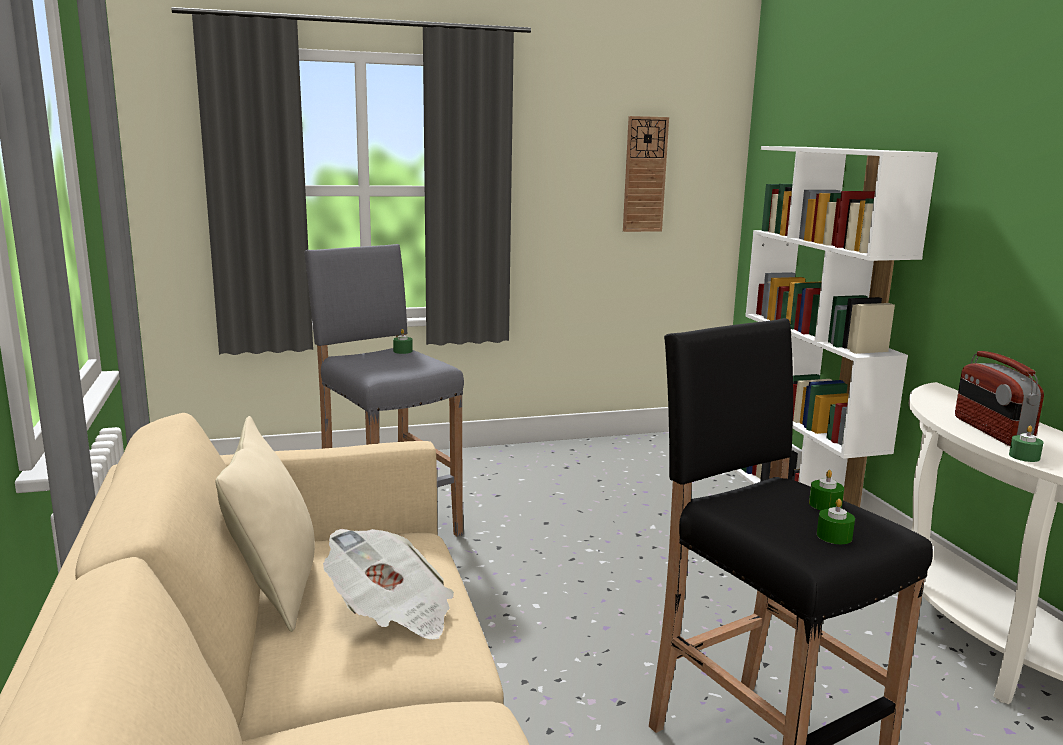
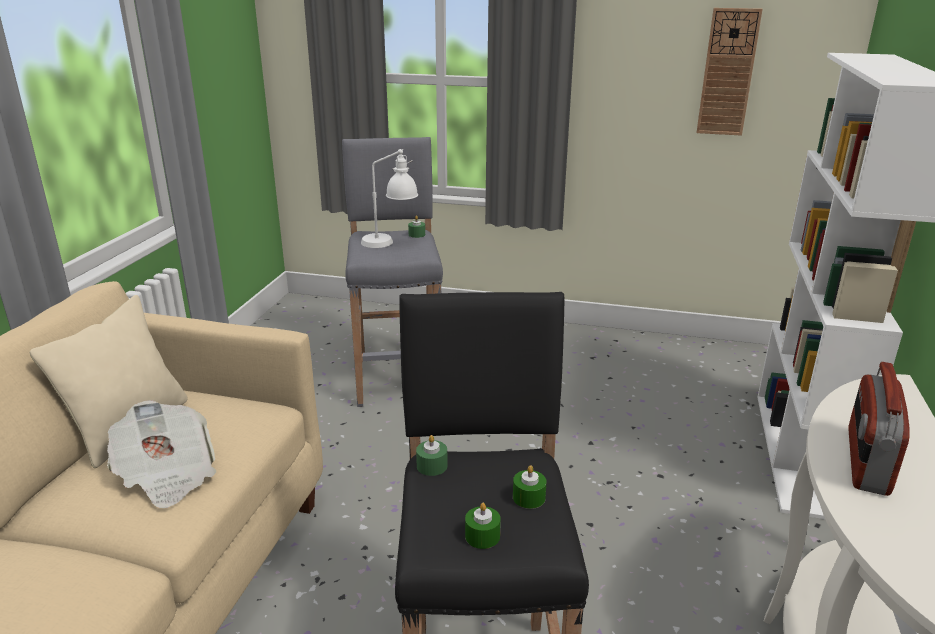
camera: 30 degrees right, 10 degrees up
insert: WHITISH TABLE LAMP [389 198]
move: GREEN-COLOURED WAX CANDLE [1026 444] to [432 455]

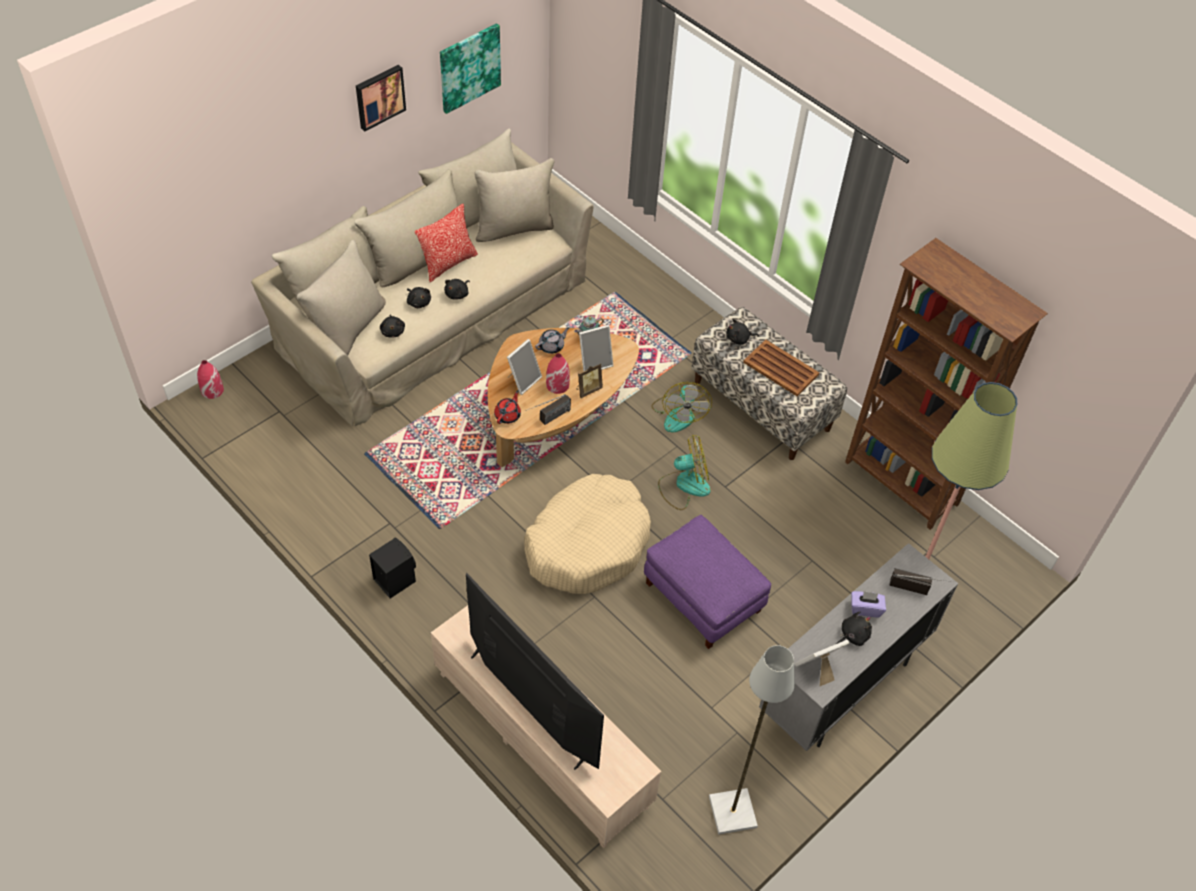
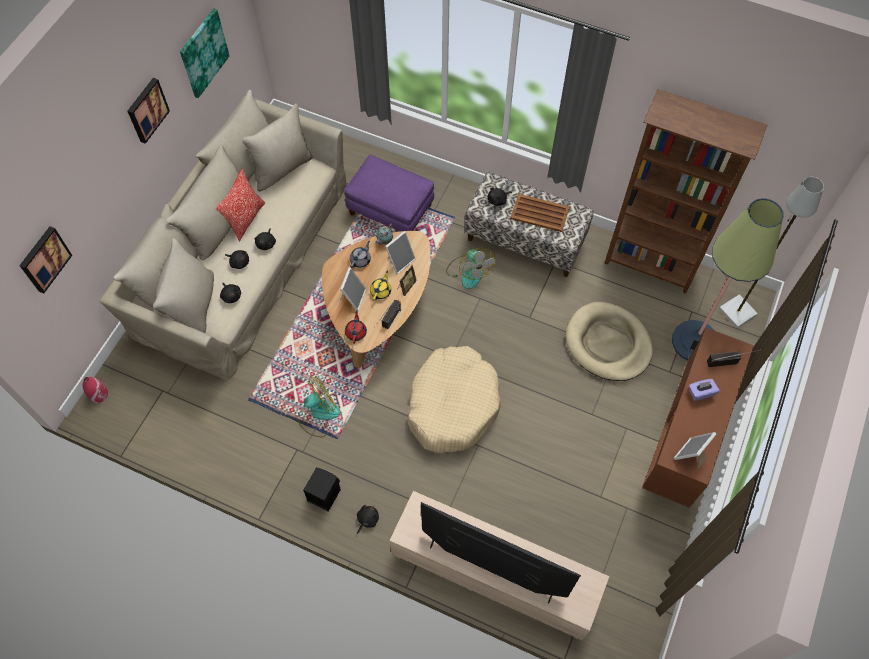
camera: 20 degrees left, 10 degrees up
insert: WALL PICTURE [45 260]; SAND-COLOURED DOG BED [609 341]
move: PURPLE-COLOURED FOOTREST [707 582] to [389 193]; COOLING FAN [684 472] to [319 406]; GRAY STANDING LAMP [752 740] to [771 252]; BLACK CUDDLY TOY [854 629] to [368 519]
replace: RED-COLOURED VASE [558 373] to YELLOW TEAPOT [380 285]
recolor: GRAY STORAGE CABINET [859 647] to BROWN STORAGE CABINET [698 418]

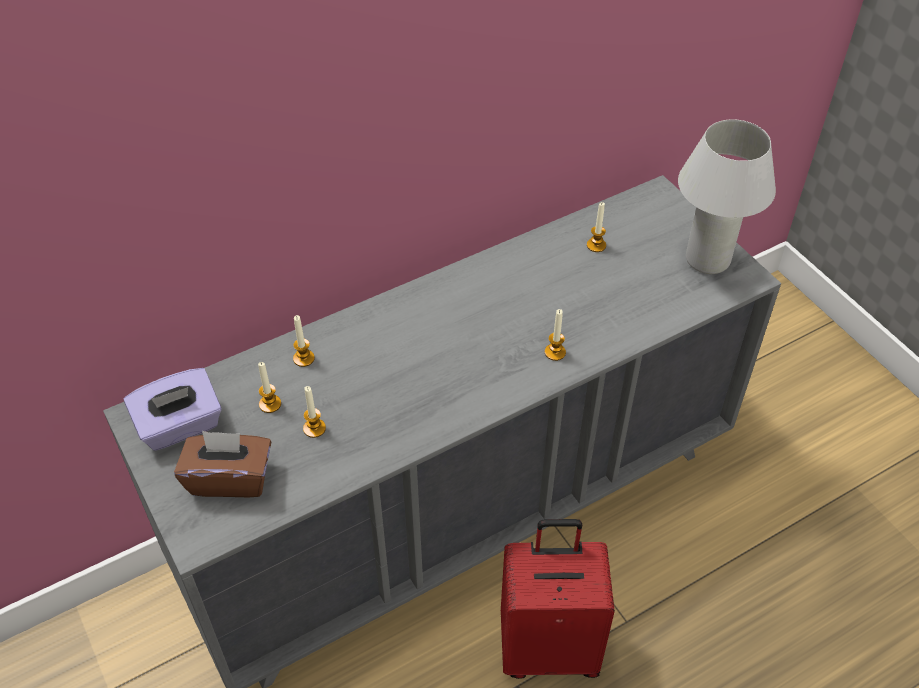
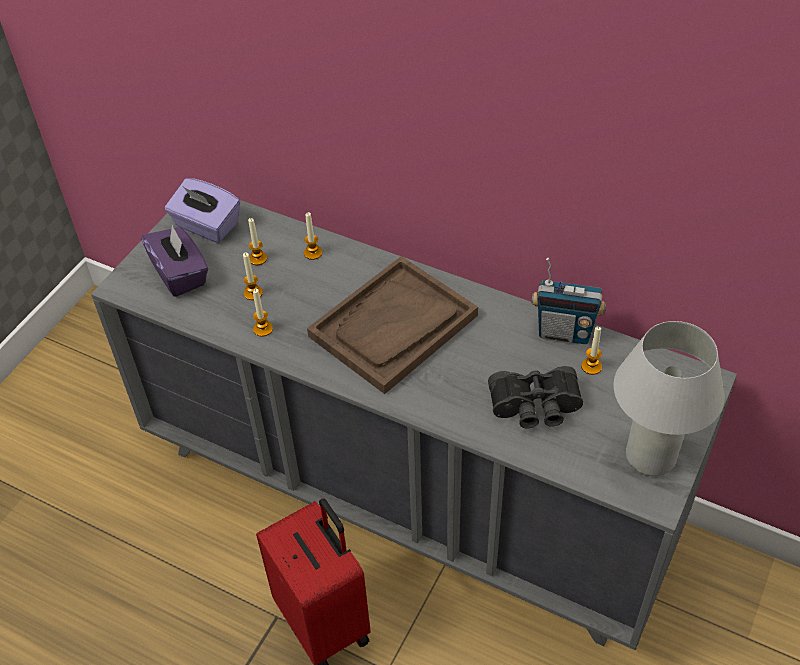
camera: 60 degrees right, 0 degrees up
insert: BROWN CARRYING TRAY [392 325]; BLACK PAIR OF BINOCULARS [535 397]; RADIO [568 301]
move: WAX CANDLE [555 335] to [263 313]
recolor: BROWN BOX OF TISSUES [222 464] to PURPLE-COLOURED BOX OF TISSUES [174 260]

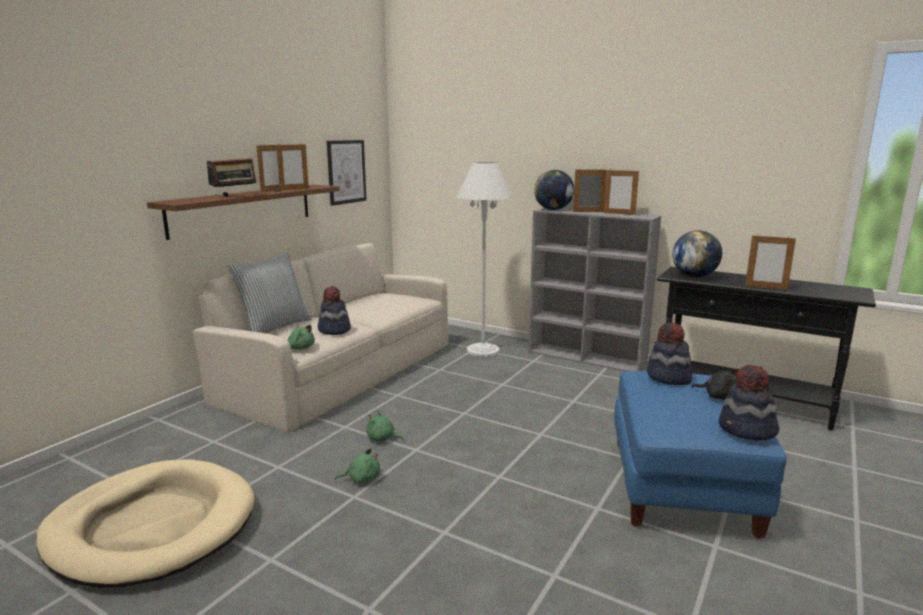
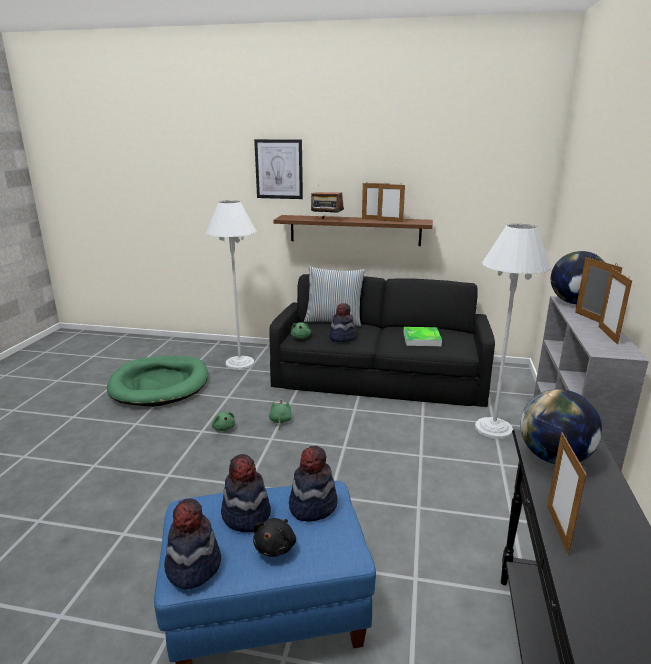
camera: 70 degrees right, 5 degrees up
insert: WHITISH STANDING LAMP [231 285]; WEARABLE HAT [246 493]; CARRYING TRAY [422 336]
move: WALL PICTURE [347 173] to [278 169]
recolor: SAND-COLOURED DOG BED [145 523] to GREEN-COLOURED DOG BED [157 381]; SAND-COLOURED COUCH [320 337] to BLACK COUCH [382 340]

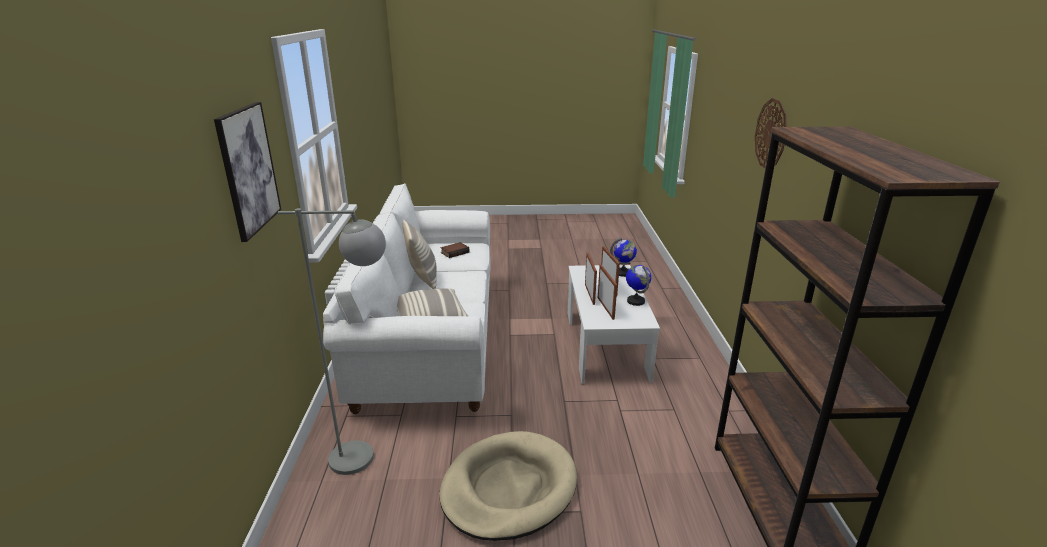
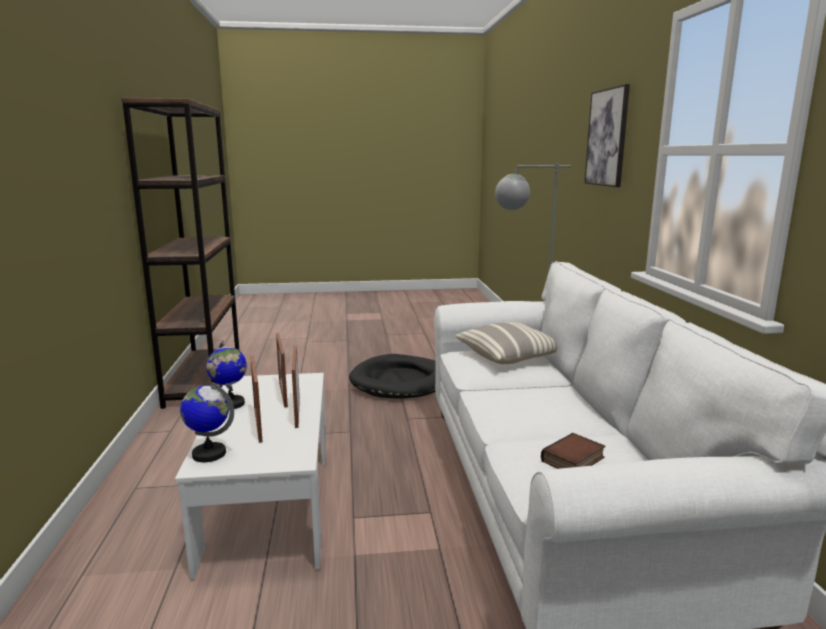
camera: 175 degrees right, 10 degrees down
delete: PILLOW [420 254]; HANGING CLOCK [771 133]
recolor: SAND-COLOURED DOG BED [508 486] to BLACK DOG BED [392 376]

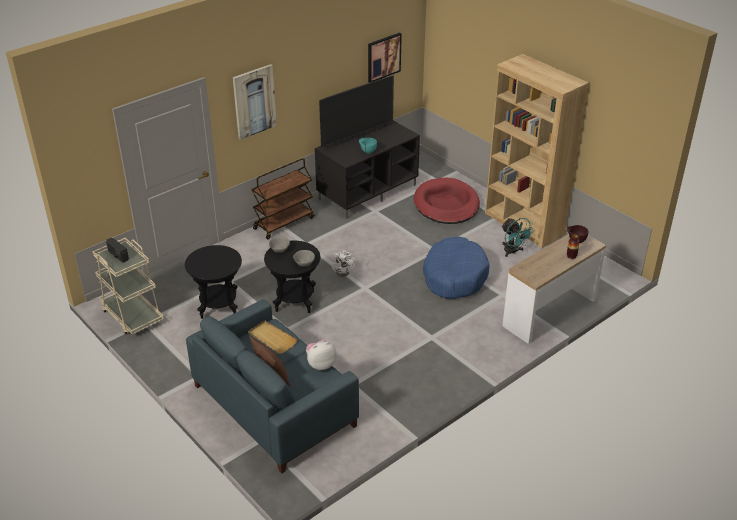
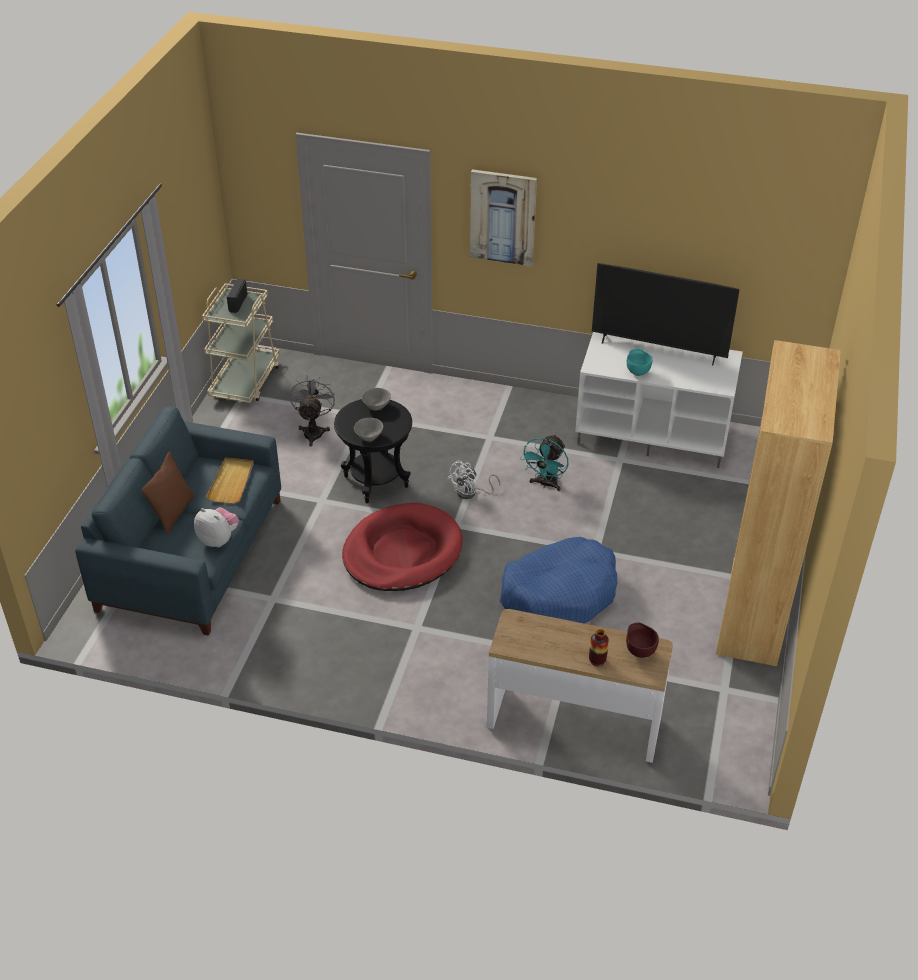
camera: 55 degrees right, 5 degrees up
delete: BROWN TROLLEY [283 199]; WALL PICTURE [385 57]
move: RED-COLOURED DOG BED [447 200] to [402 547]; TURQUOISE COOLING FAN [518 237] to [544 462]
replace: BLACK ACCENT TABLE [213 282] to GRAY COOLING FAN [313 410]
recolor: BLACK TV STAND [367 169] to WHITISH TV STAND [659 400]

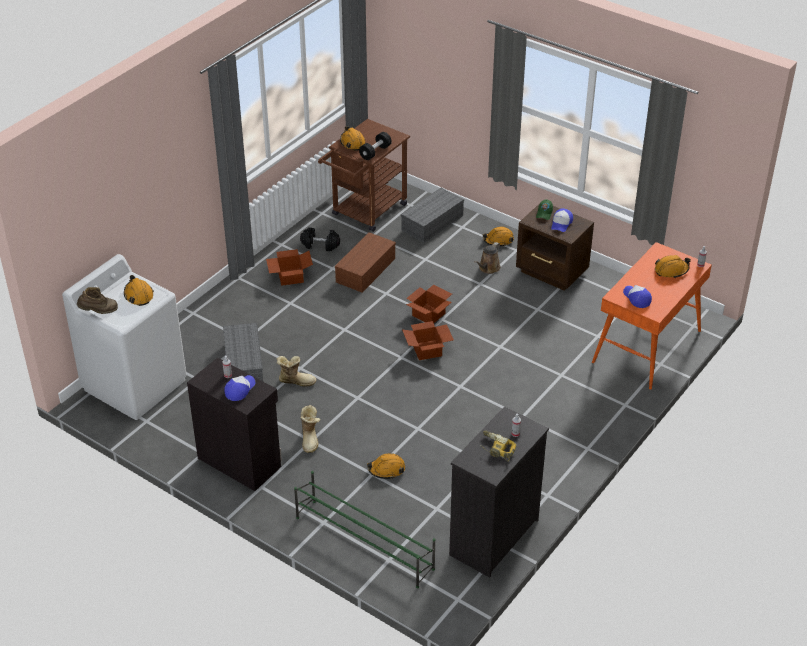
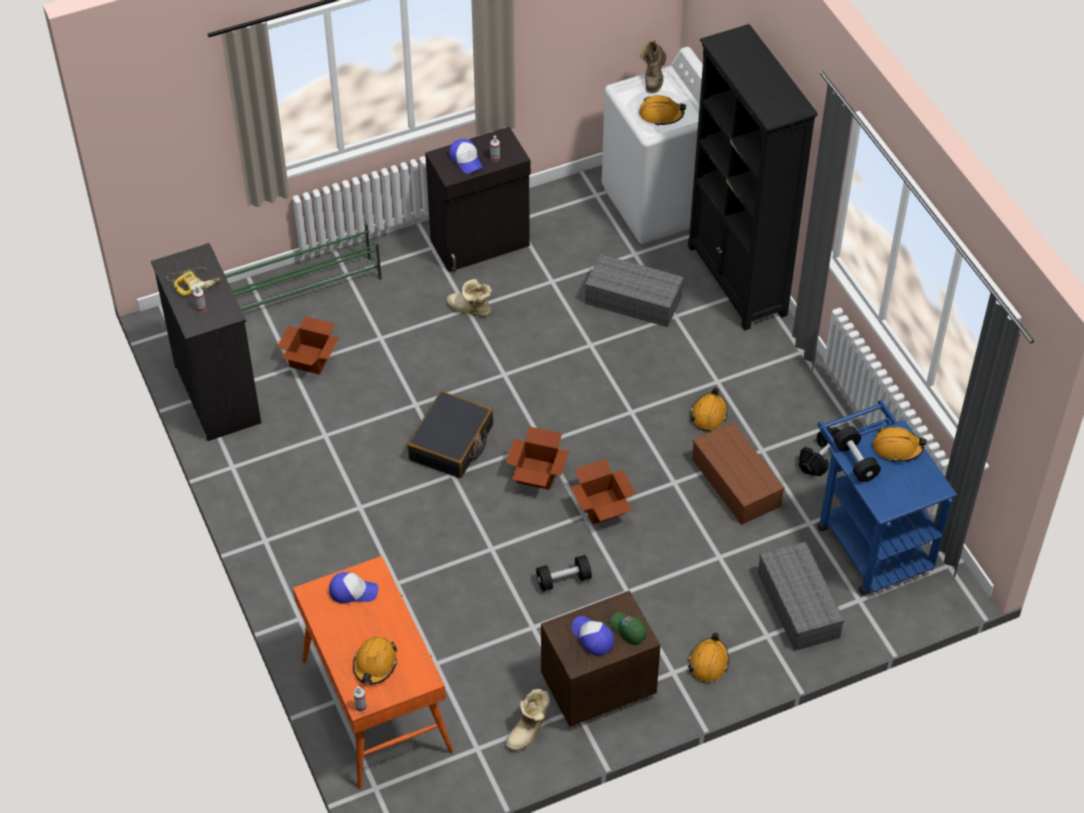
camera: 120 degrees right, 10 degrees up
delete: BROWN WATERING CAN [487 258]
insert: BLACK TRAVEL CASE [450 434]; BLACK HAND WEIGHT [564 573]; BLACK SHELVING UNIT [753 177]
move: CARTON [289 267] to [308 345]; TALL BOOT [296 371] to [527 720]; ORANGE SAFETY HELMET [386 466] to [708 409]
recolor: BROWN TROLLEY [364 175] to BLUE TROLLEY [887 497]

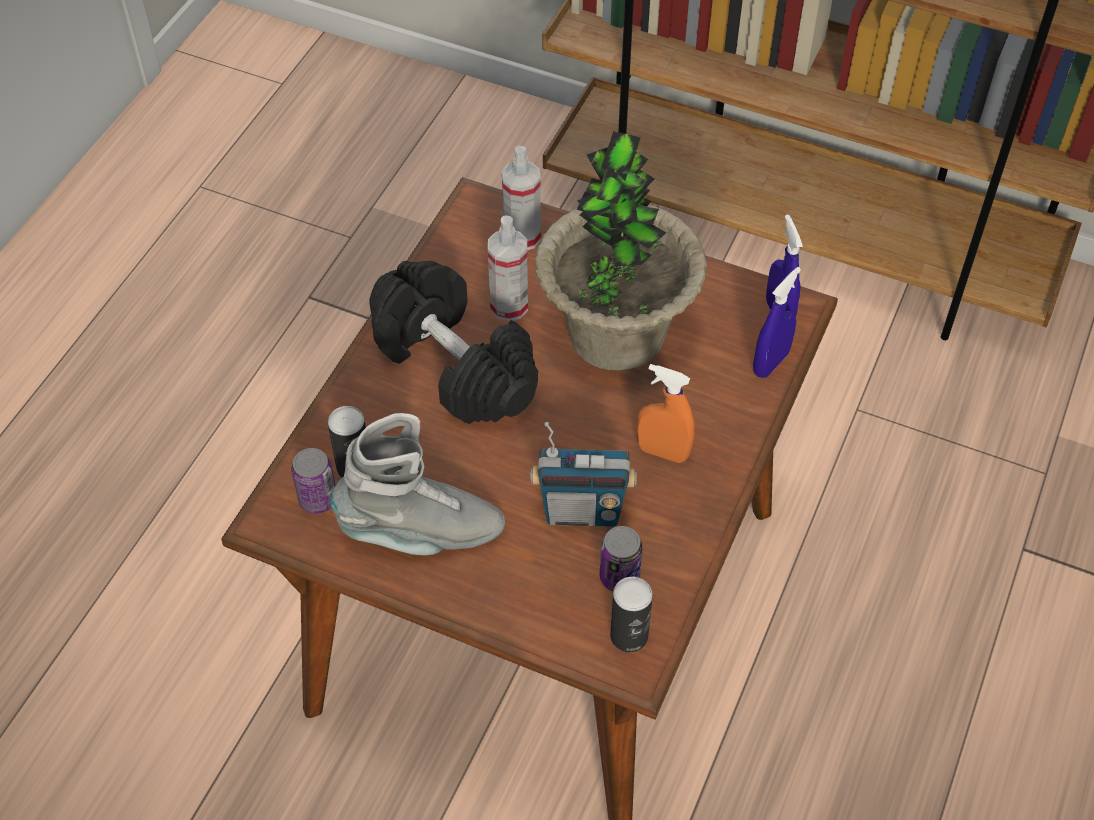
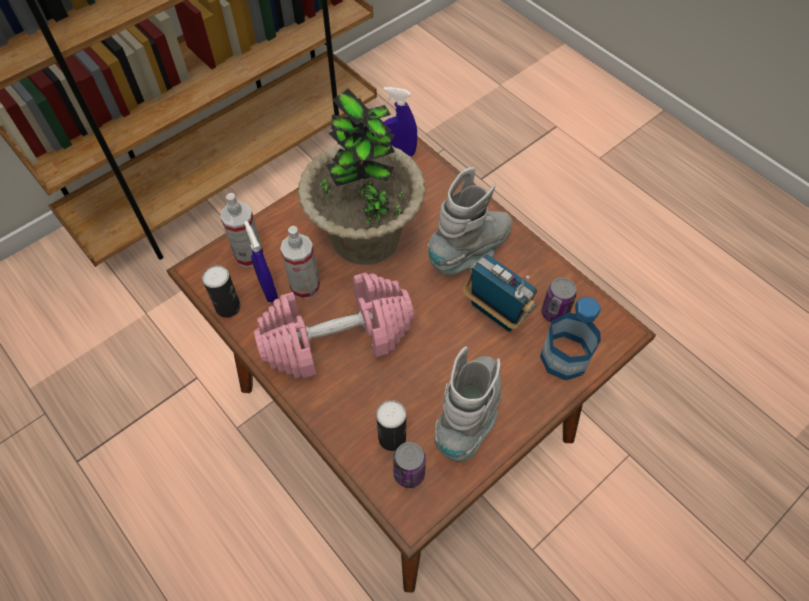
camera: 65 degrees left, 5 degrees up
insert: DRINK BOTTLE [570 339]
move: SEALED CAN [631 614] to [221 291]; BLUE HAND SPRAYER [777 322] to [261 261]
replace: ORANGE HAND SPRAYER [666 413] to GRAY TALL BOOT [470 220]
recolor: BLACK HAND WEIGHT [453 342] to PINK-COLOURED HAND WEIGHT [334 325]
rotate: RADIO [583 474] = [500 293] 75 degrees counterclockwise

